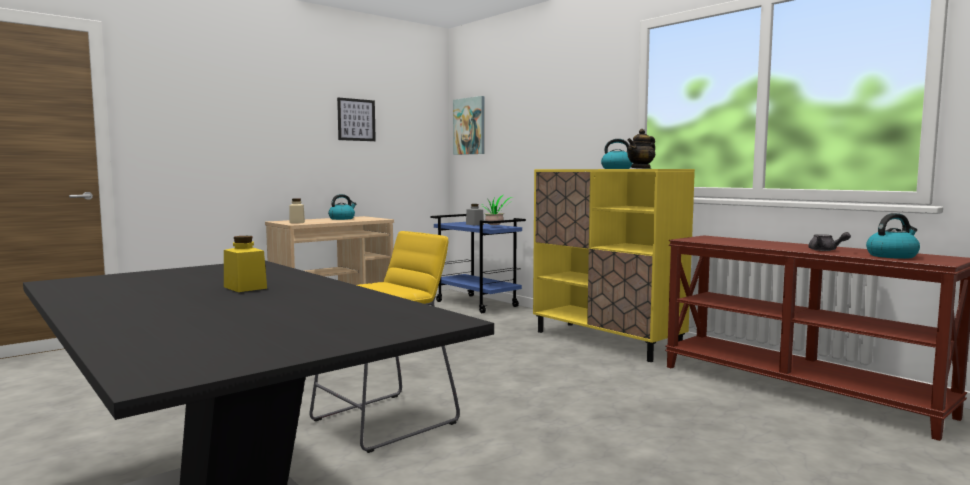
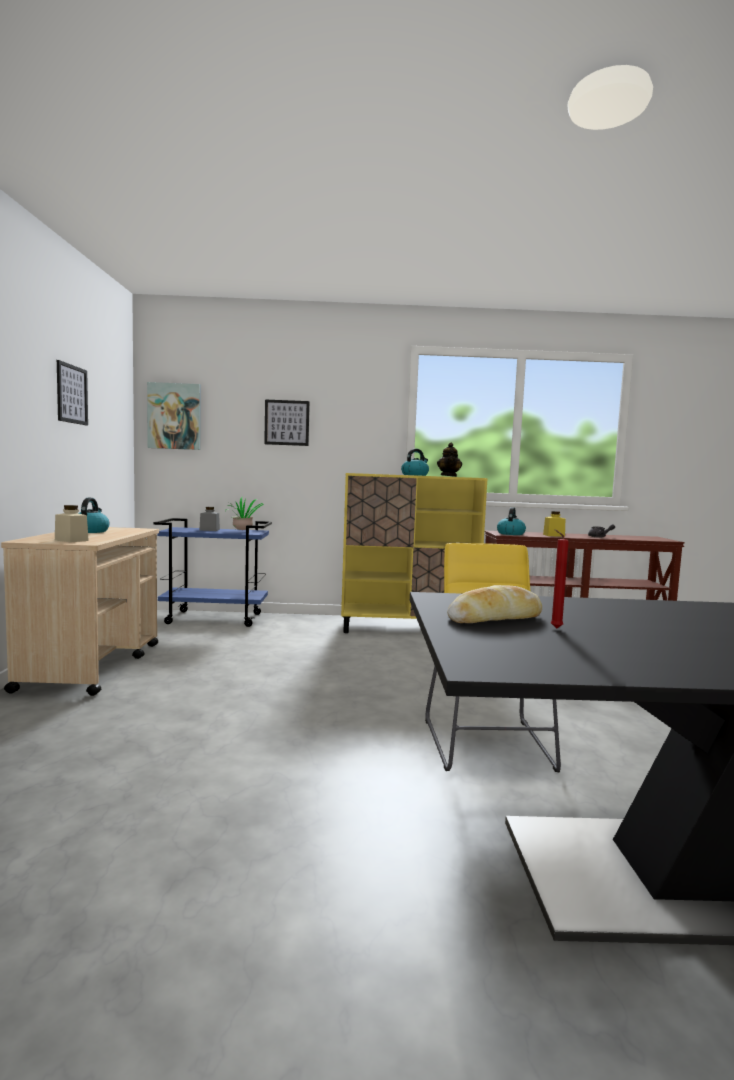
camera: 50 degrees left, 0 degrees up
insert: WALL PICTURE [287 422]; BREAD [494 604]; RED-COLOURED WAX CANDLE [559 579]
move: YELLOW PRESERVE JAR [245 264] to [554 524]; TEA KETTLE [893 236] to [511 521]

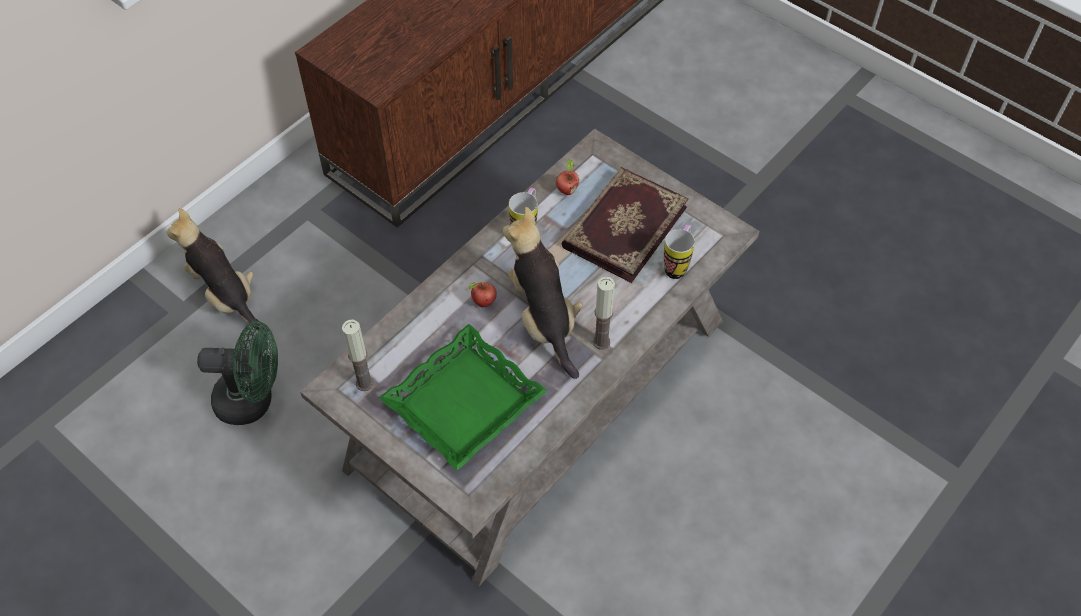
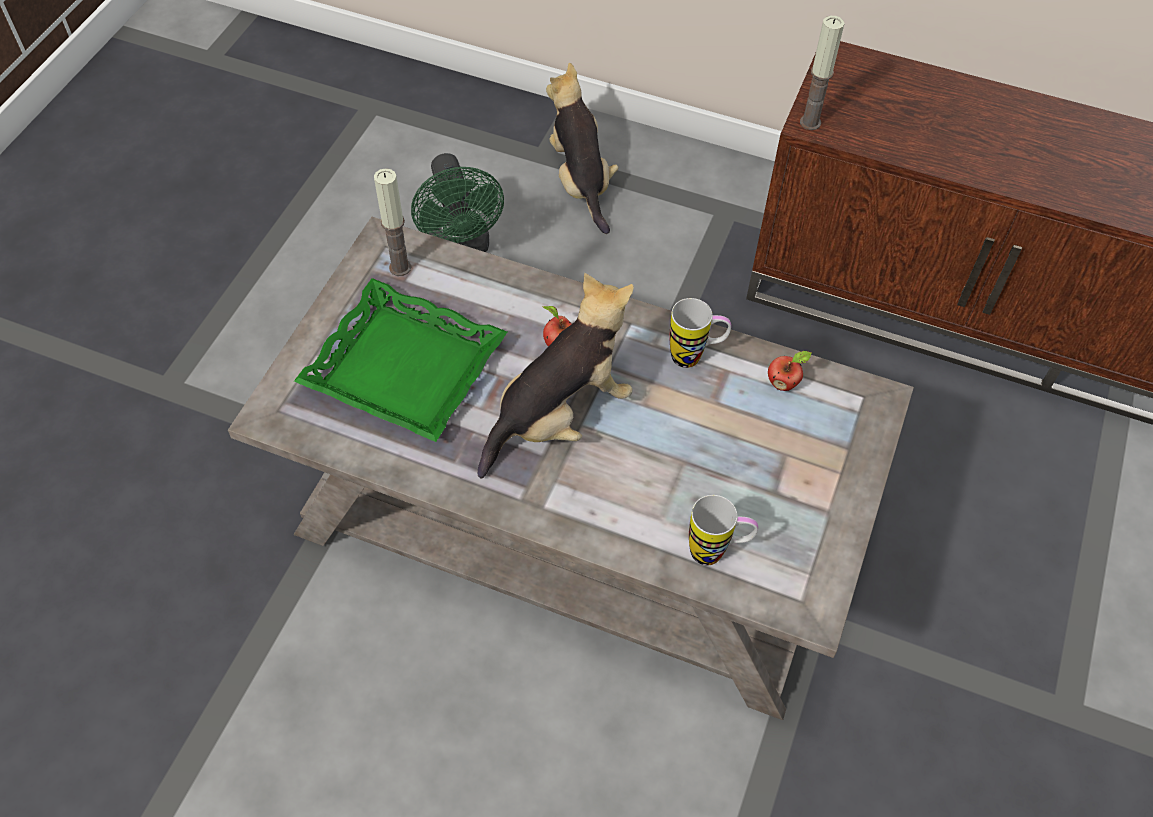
camera: 70 degrees right, 0 degrees up
delete: VOLUME [624 225]
move: WAX CANDLE [604 313] to [822 73]
rotate: CUDDLY TOY [216 269] = [582 148] 45 degrees counterclockwise

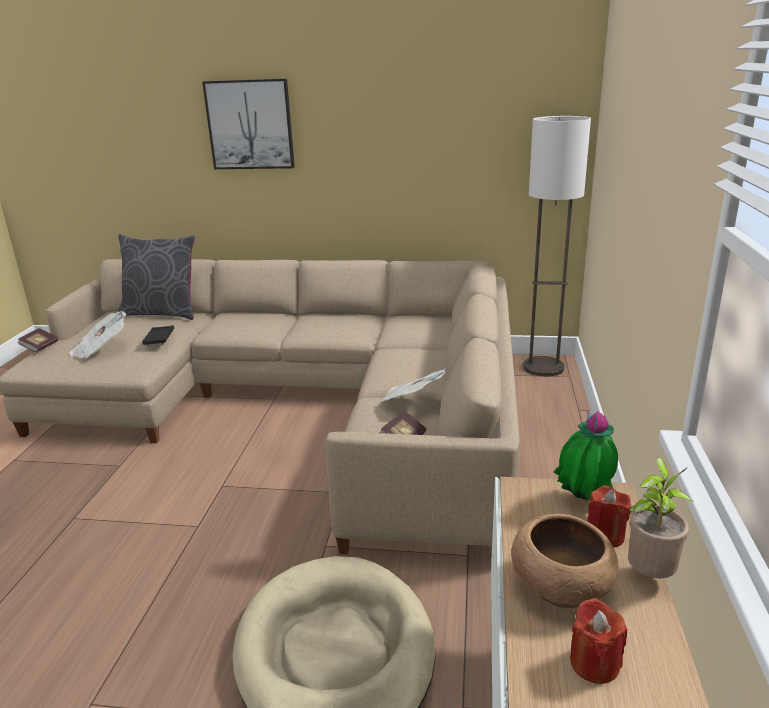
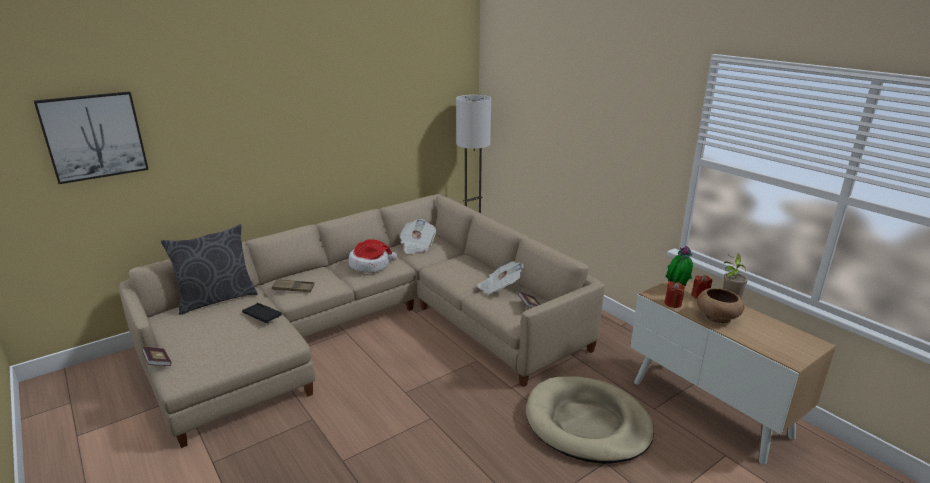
camera: 45 degrees left, 0 degrees up
insert: BROWN CARRYING TRAY [293 285]; WEARABLE HAT [372 256]
move: NEWSPAPER [97 335] to [418 236]; WALL PICTURE [248 124] to [91 137]; RED-COLOURED WAX CANDLE [598 641] to [674 294]

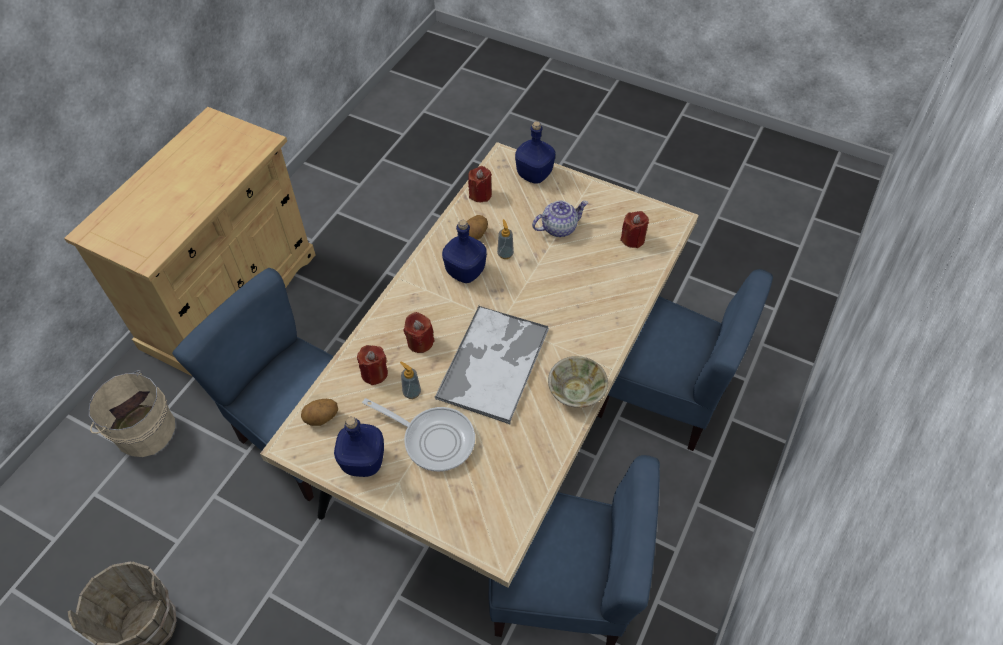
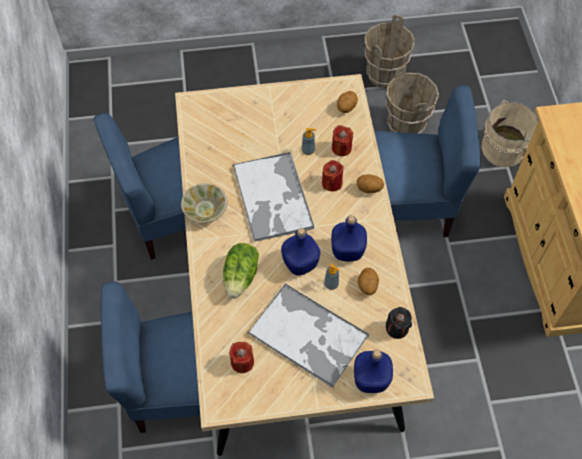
camera: 145 degrees right, 5 degrees up
delete: PAN [418 435]
insert: LETTUCE HEAD [241 271]; POTATO [370 183]; BROWN BUCKET [412 100]
move: BLUE DRINK BOTTLE [359 447] to [300 252]
replace: TEAPOT [560 218] to CARRYING TRAY [308 335]
recolor: RED-COLOURED WAX CANDLE [480 184] to BLACK WAX CANDLE [399 323]

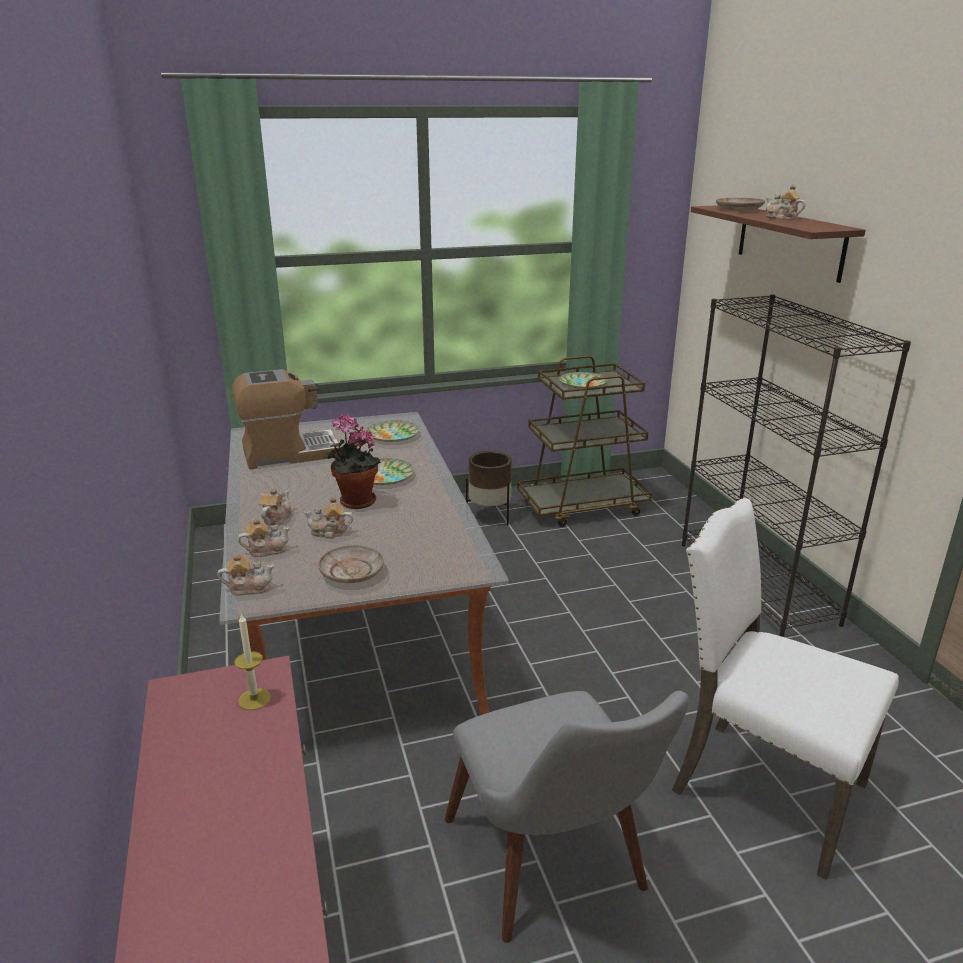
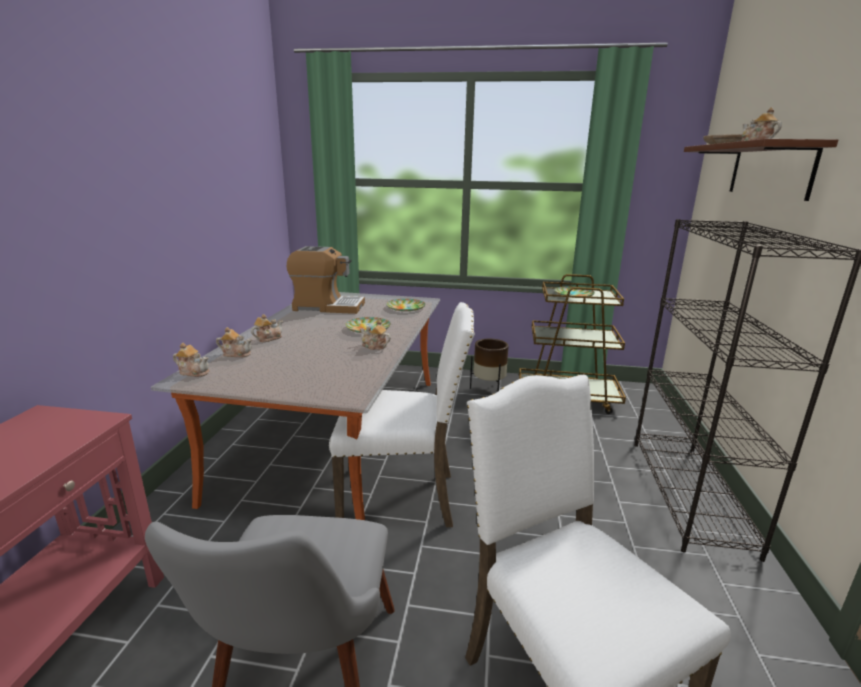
camera: 25 degrees right, 5 degrees down
delete: WAX CANDLE [252 661]; SAND-COLOURED PLATE [351 564]; PLANT IN A POT [352 461]
insert: WHITISH PLAIN CHAIR [402 414]
move: TEAPOT [328 517] to [375 335]

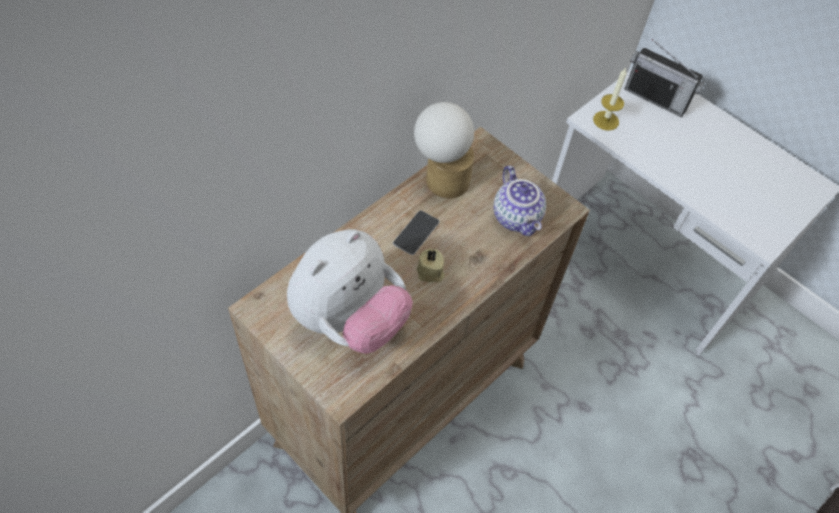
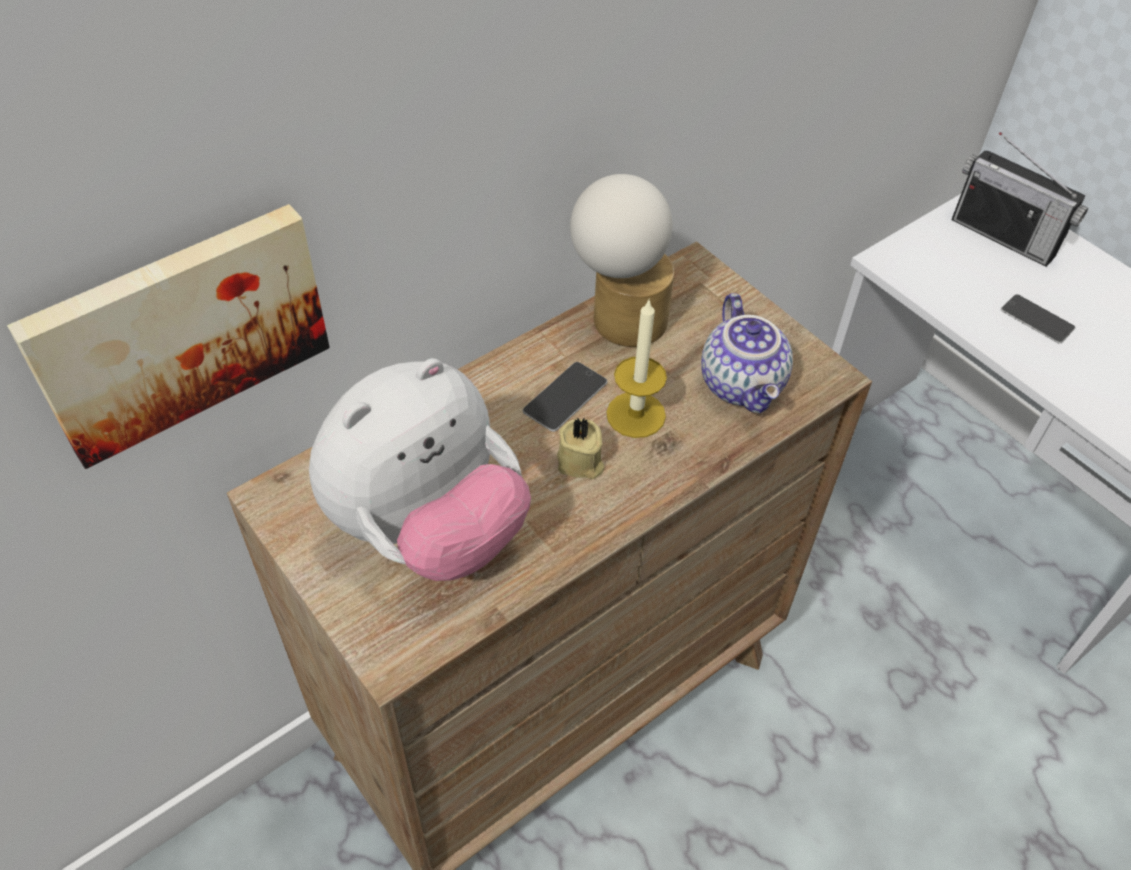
camera: 10 degrees right, 5 degrees down
insert: WALL PICTURE [168 336]; TELEPHONE [1038 318]
move: WAX CANDLE [610 99] to [636 368]

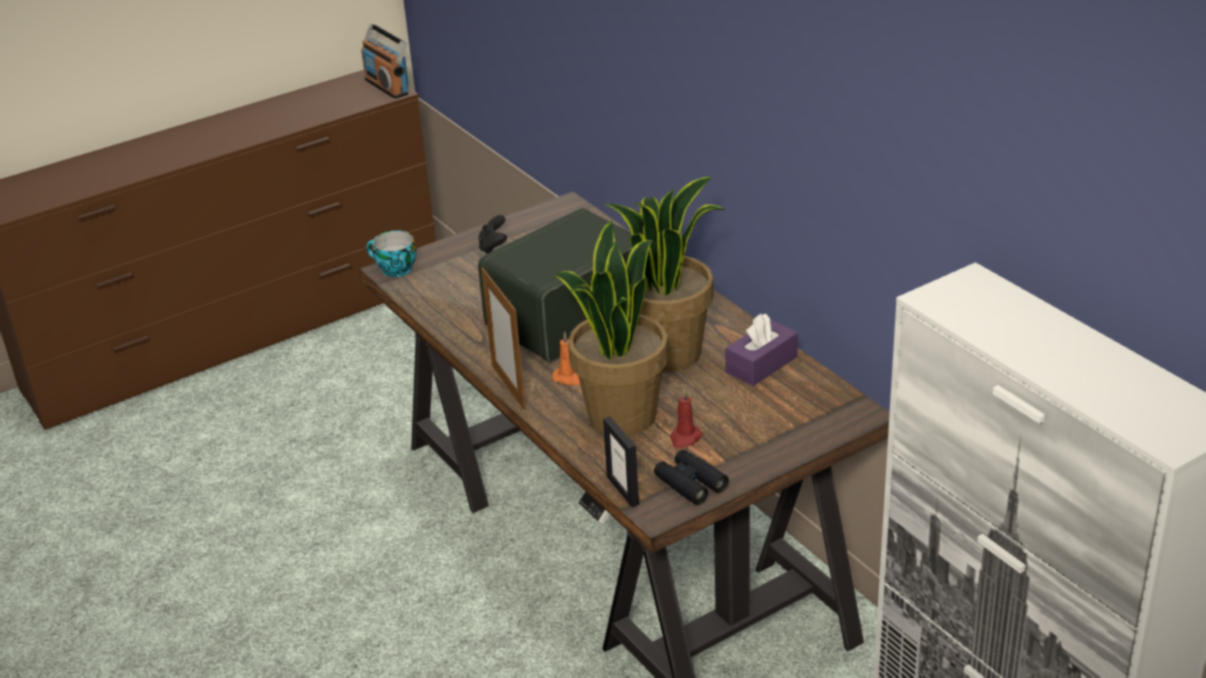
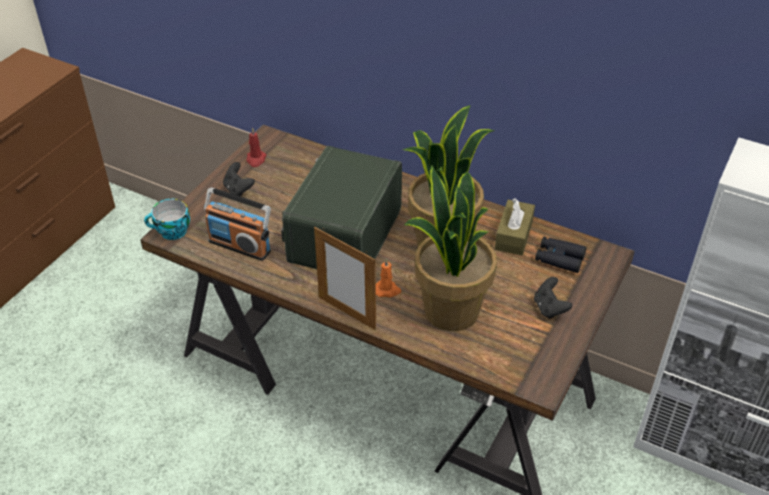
camera: 30 degrees left, 10 degrees up
delete: STANDING FRAME [621 461]
insert: BLACK GAME CONTROLLER [553 298]
move: RADIO [385 61] to [237 224]; BLACK PAIR OF BINOCULARS [691 477] to [561 255]; RED-COLOURED WAX CANDLE [686 419] to [257 147]
recolor: PURPLE-COLOURED BOX OF TISSUES [761 350] to BROWN BOX OF TISSUES [515 227]

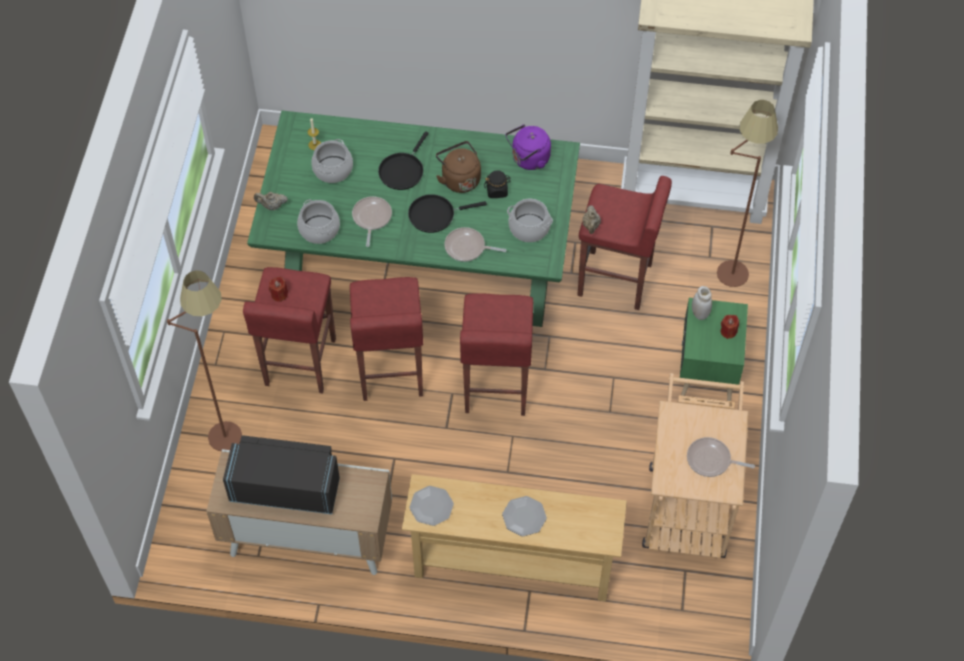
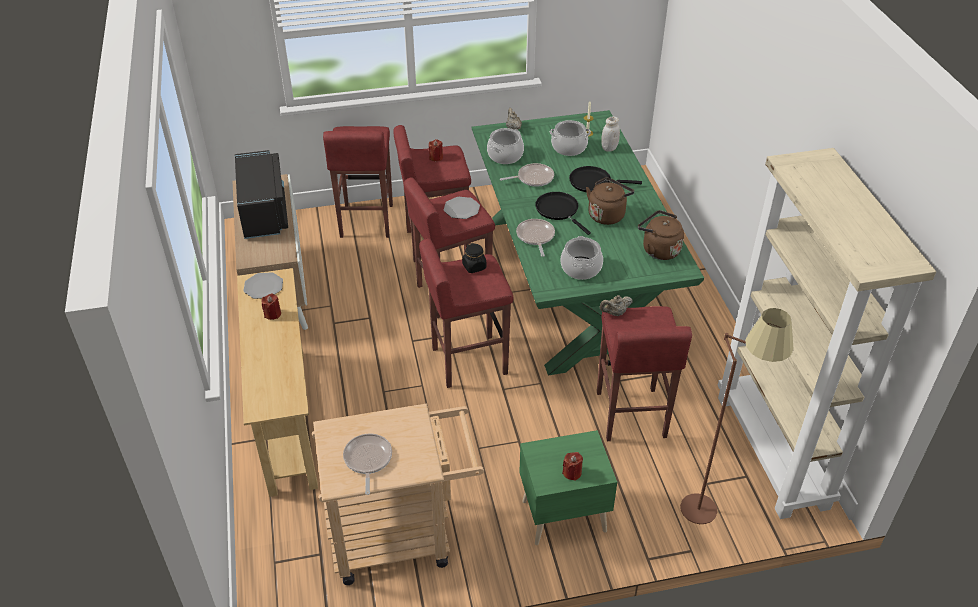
camera: 70 degrees right, 15 degrees down
insert: RED-COLOURED WAX CANDLE [271 306]
move: BLACK PRESERVE JAR [497 184] to [474 258]; PLATE [524 516] to [462 208]; WHITISH PRESERVE JAR [702 303] to [610 134]
replace: BROWN STANDING LAMP [204 360] to RED-COLOURED SITTING STOOL [358 182]
recolor: PURPLE-COLOURED TEA KETTLE [528 147] to BROWN TEA KETTLE [661 235]

